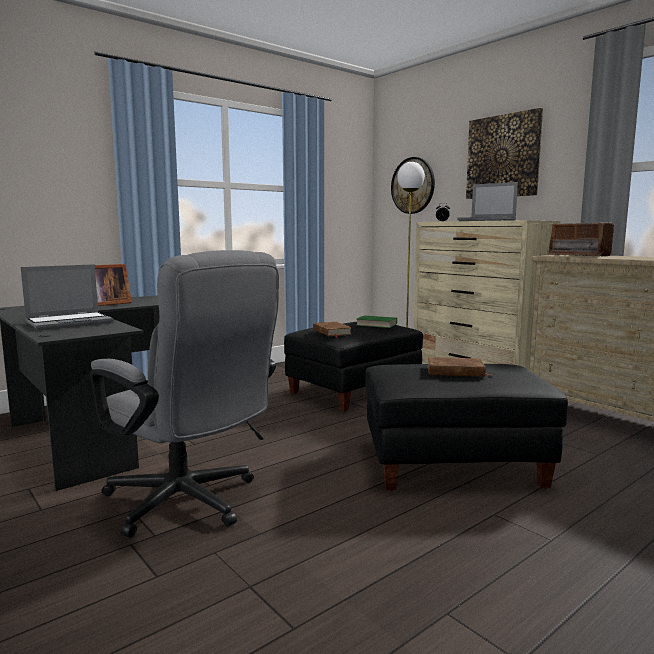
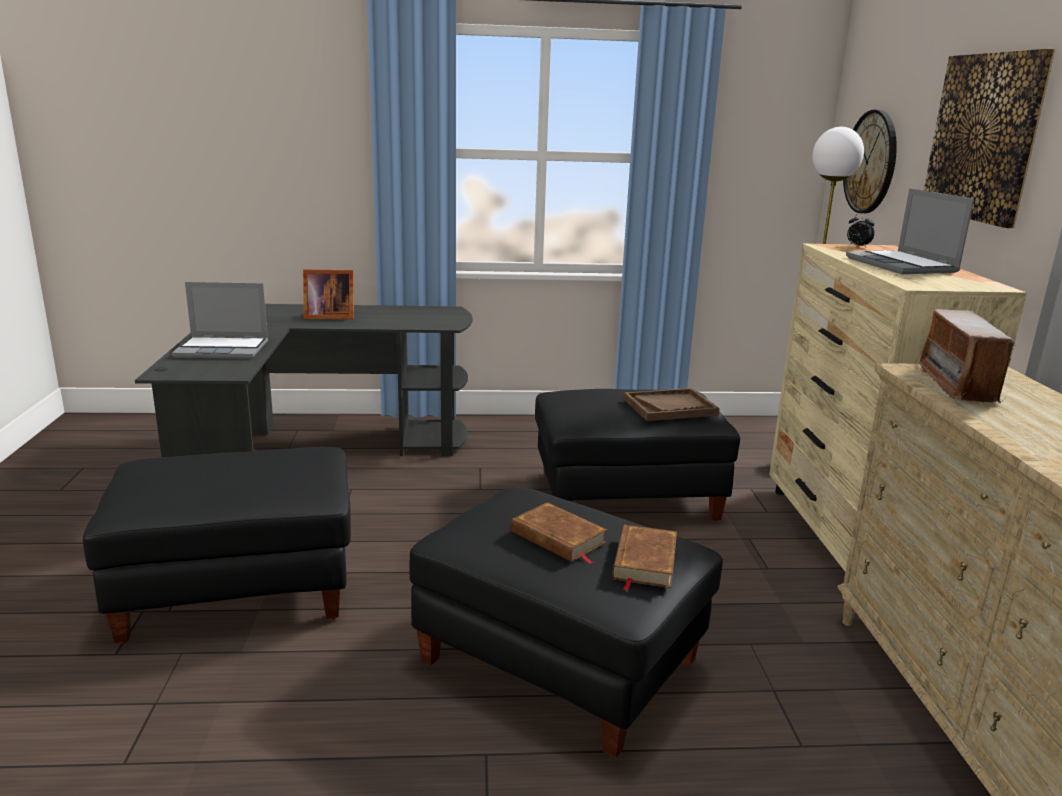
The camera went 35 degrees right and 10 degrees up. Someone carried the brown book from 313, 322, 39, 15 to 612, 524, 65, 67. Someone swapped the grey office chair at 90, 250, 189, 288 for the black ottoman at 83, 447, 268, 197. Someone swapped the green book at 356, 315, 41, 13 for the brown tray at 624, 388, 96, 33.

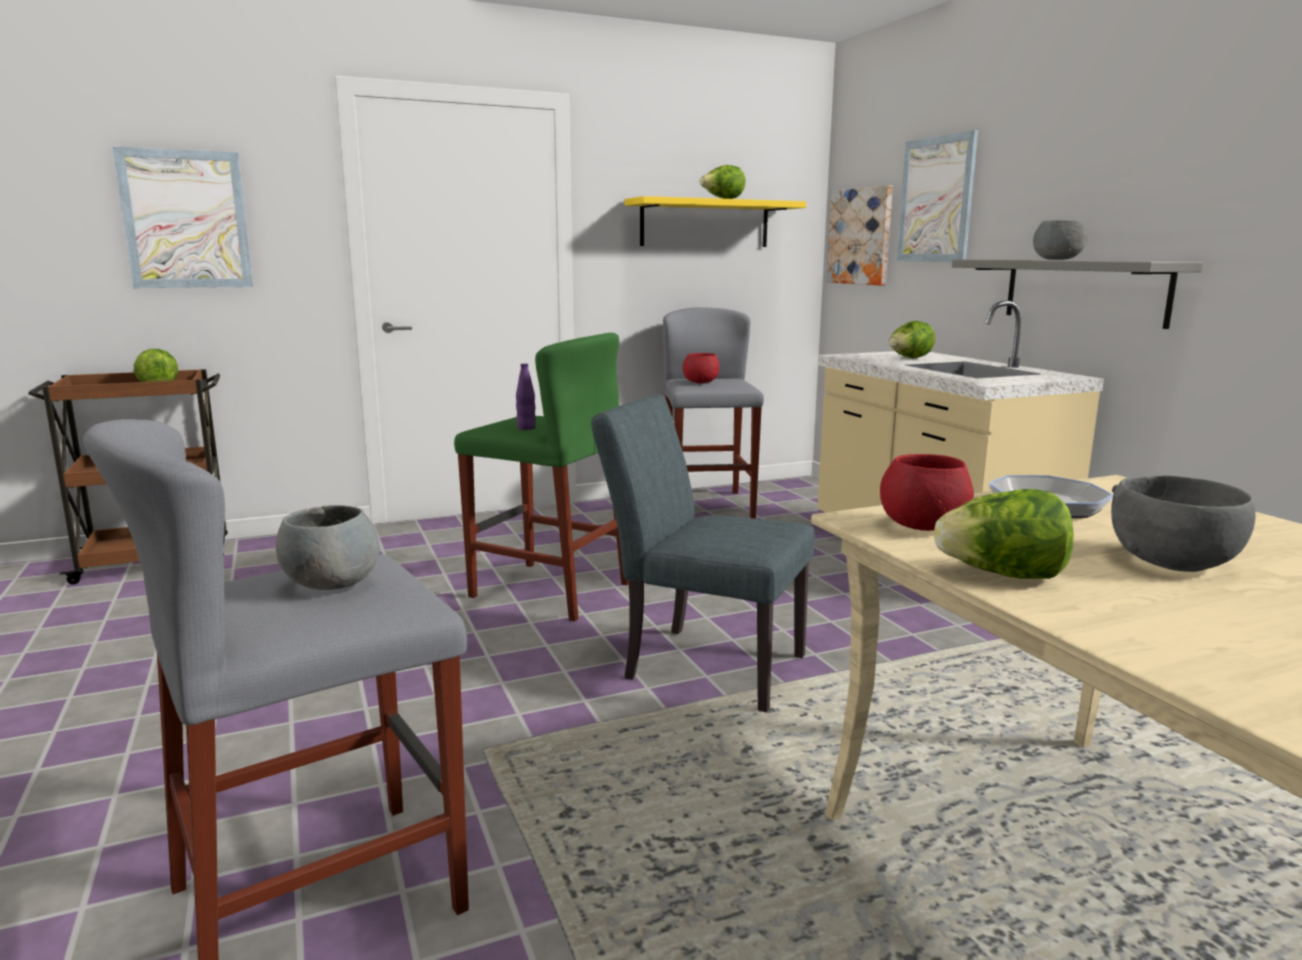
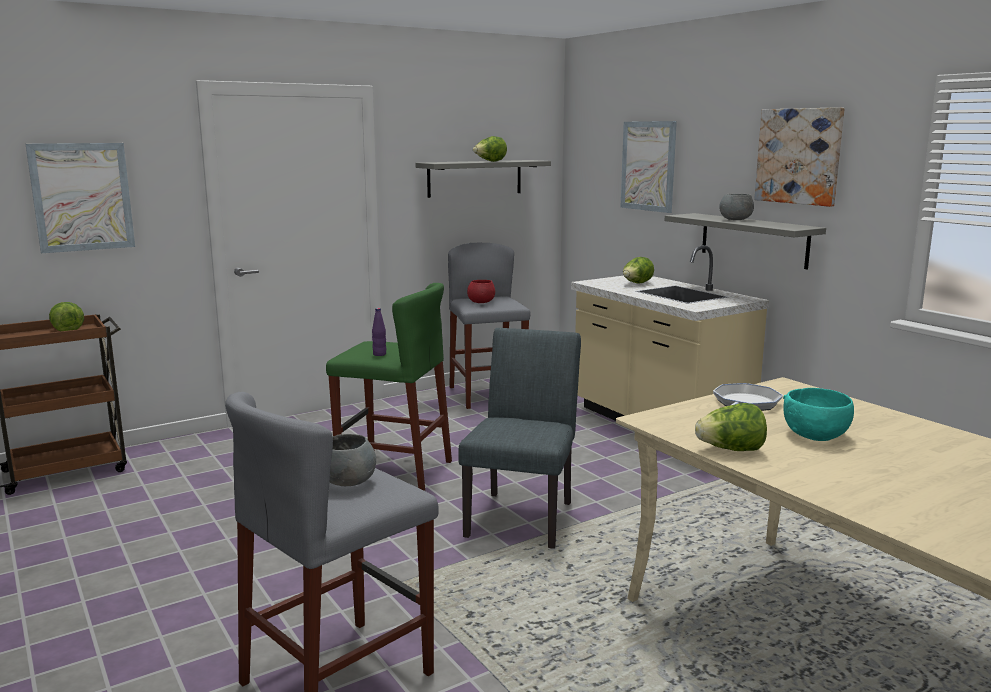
The camera went 10 degrees left and 0 degrees up. Someone took away the red bowl at 880, 454, 94, 77. Someone carried the picture from 826, 185, 67, 100 to 754, 107, 91, 100. Someone repainted the yellow shelf at 624, 196, 182, 51, which became the grey shelf at 415, 160, 136, 38. Someone repainted the grey bowl at 1111, 475, 145, 97, which became the turquoise bowl at 783, 388, 71, 53. Someone rotated the grey chair at 591, 395, 224, 318 by 90 degrees clockwise.

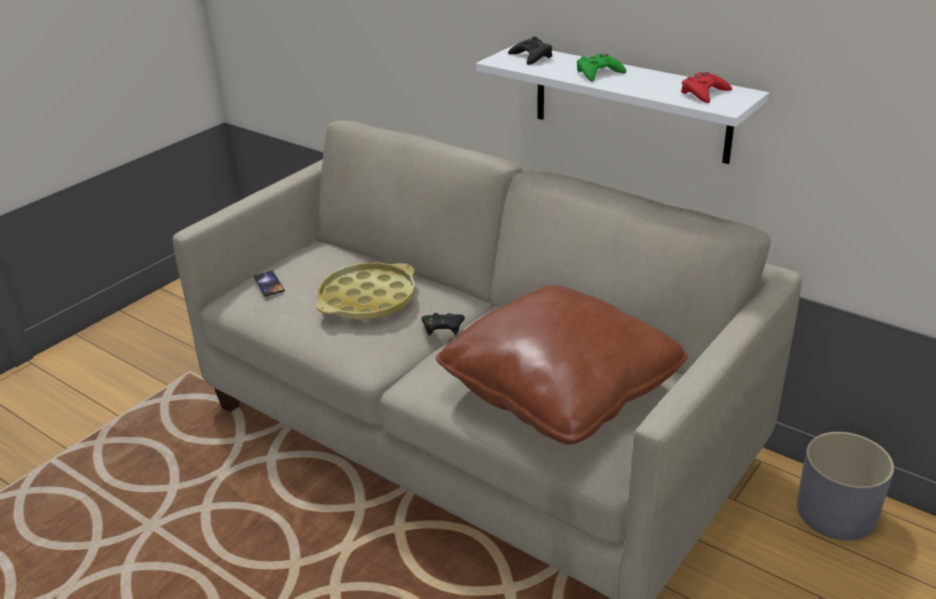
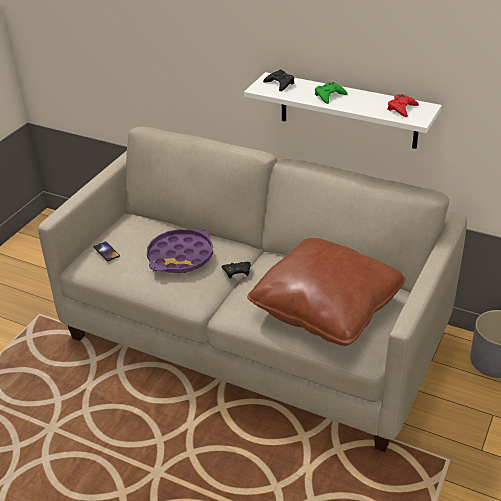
The camera went 10 degrees left and 5 degrees up. Someone repainted the yellow tray at 316, 262, 99, 59, which became the purple tray at 147, 228, 66, 45.

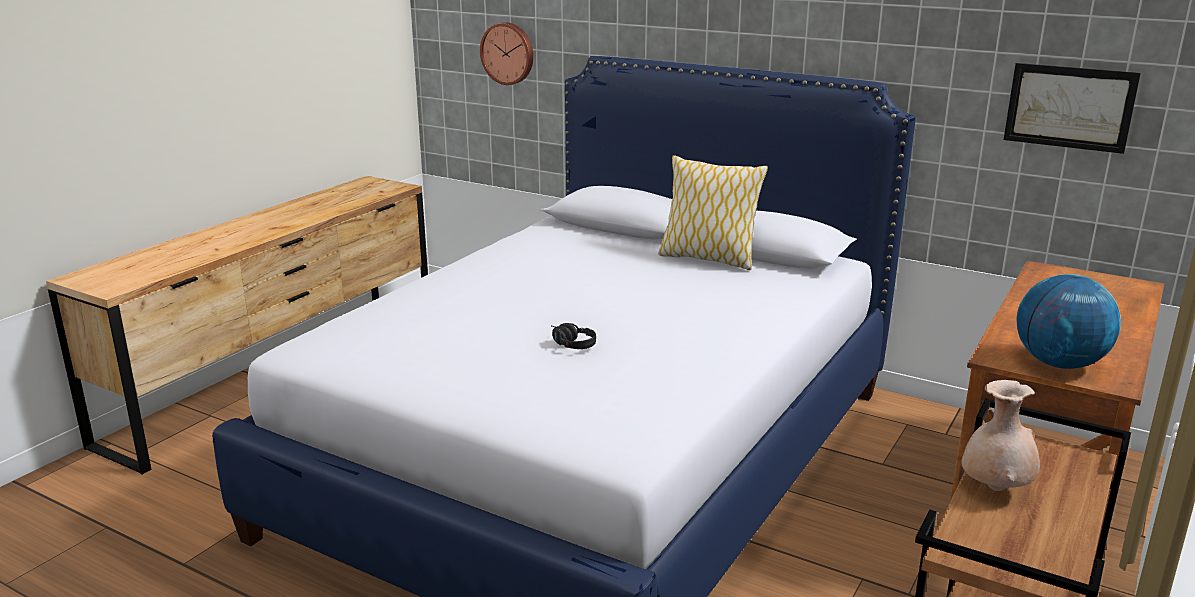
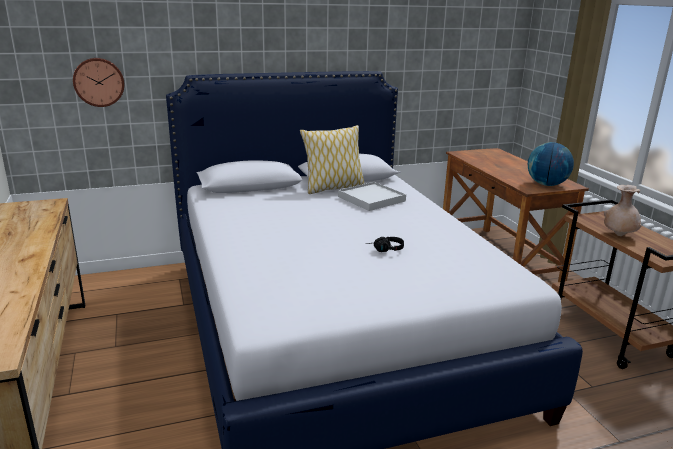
The camera went 50 degrees left and 0 degrees up. Someone took away the picture at 1004, 63, 137, 91. Someone put down the white tray at 338, 182, 68, 29.

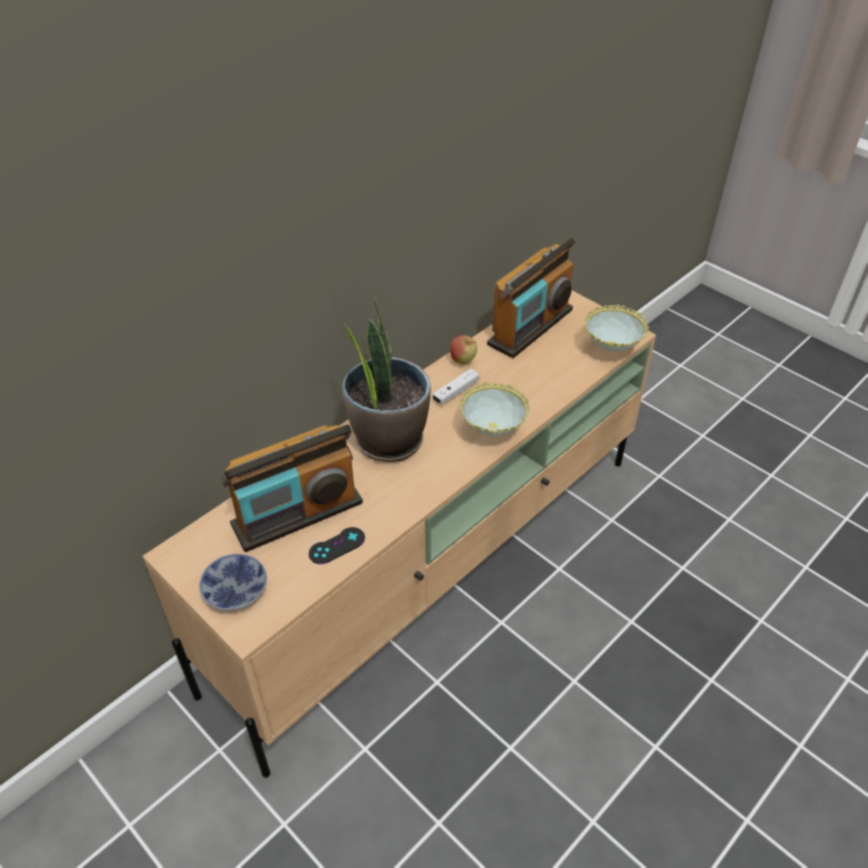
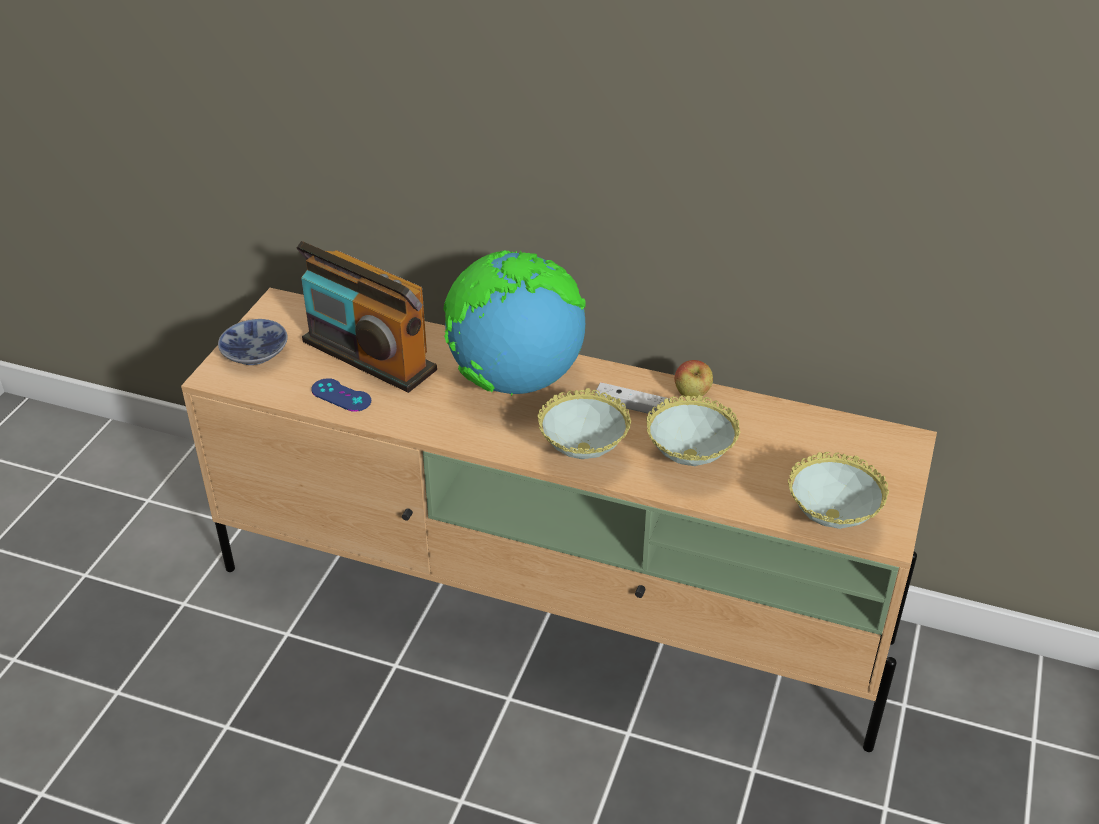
The camera went 65 degrees right and 5 degrees down. Someone took away the radio at 487, 238, 88, 120. Someone put down the bowl at 646, 395, 94, 71. Someone swapped the potted plant at 339, 298, 92, 164 for the globe at 443, 250, 143, 146. Someone repainted the black game controller at 309, 527, 56, 37, which became the blue game controller at 311, 378, 60, 34.

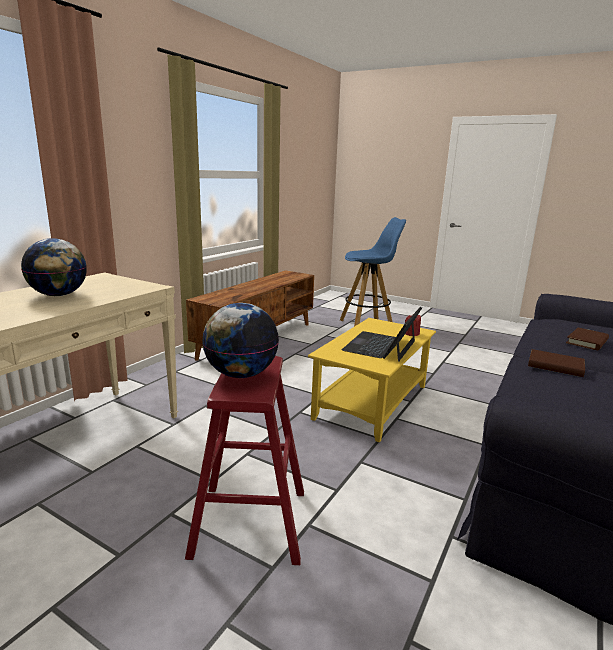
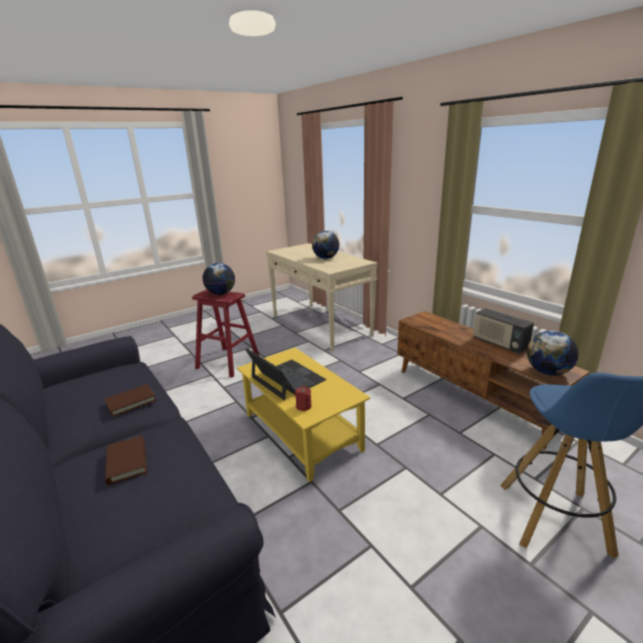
The camera went 115 degrees right and 5 degrees up. Someone put down the radio at 473, 308, 61, 46. Someone put down the globe at 527, 331, 52, 45.

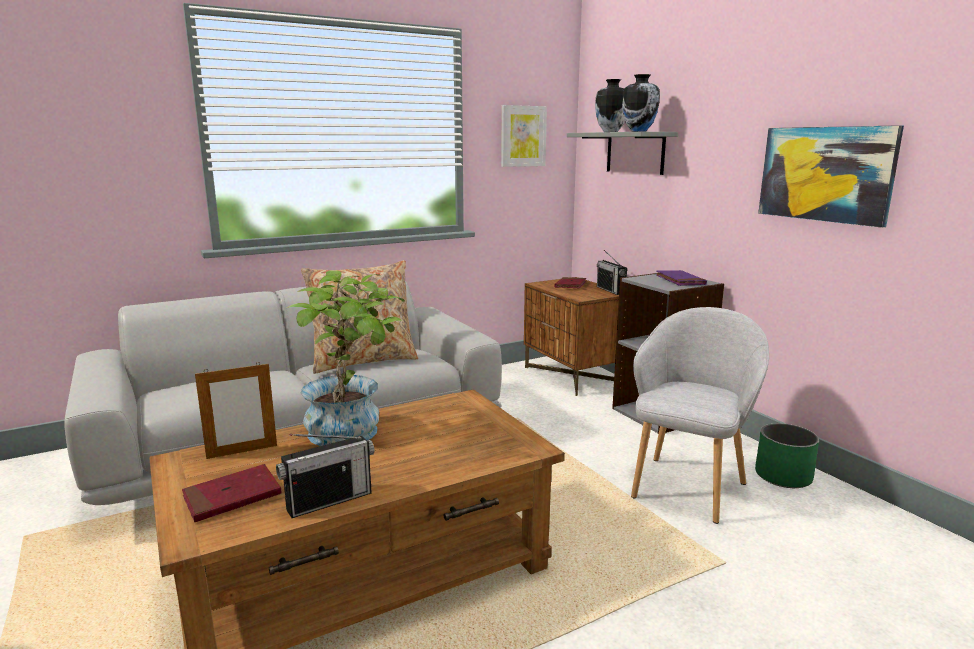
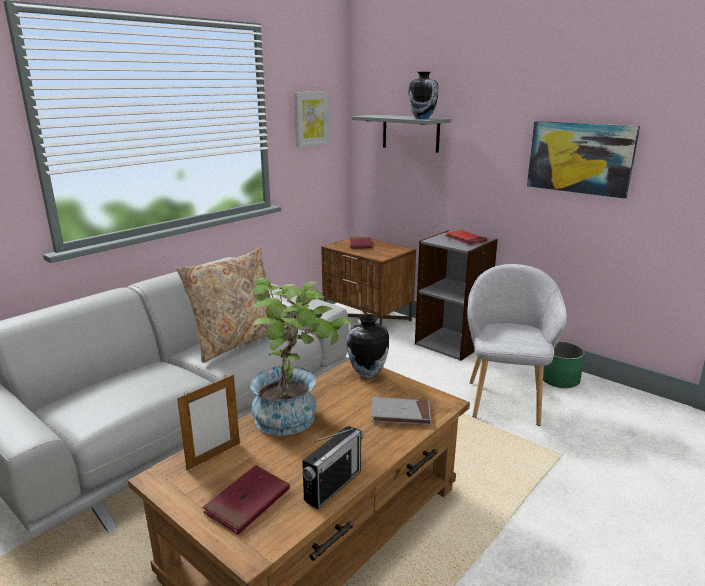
The camera went 20 degrees left and 5 degrees up. Someone took away the radio at 597, 250, 30, 45. Someone put down the grey book at 371, 397, 60, 28. Someone carried the vase from 595, 79, 30, 53 to 347, 314, 42, 64. Someone repainted the purple book at 656, 270, 51, 16, which became the red book at 445, 230, 43, 15.

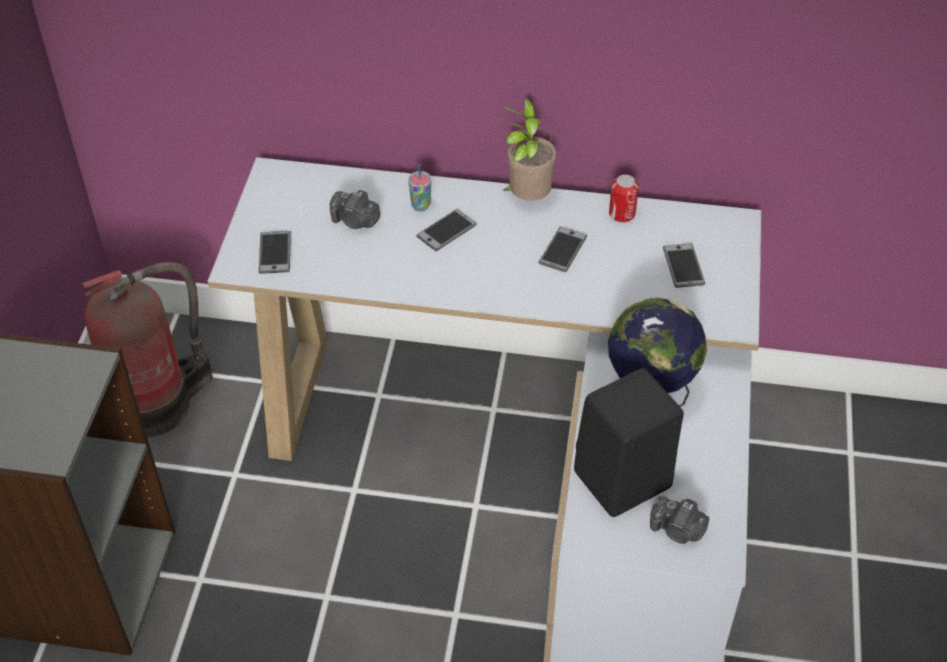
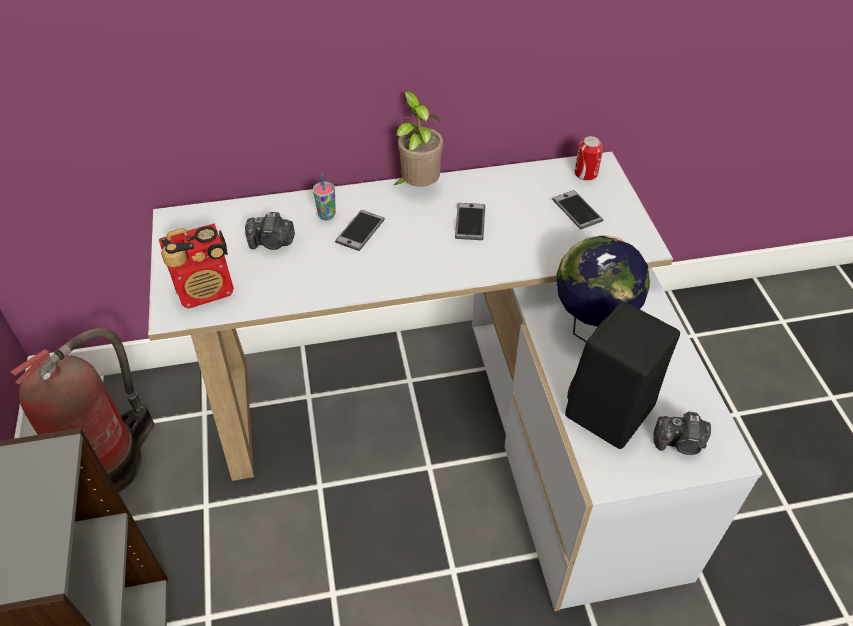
The camera went 20 degrees left and 0 degrees up. Someone carried the can from 609, 175, 30, 47 to 575, 136, 28, 45. Someone swapped the phone at 259, 231, 32, 43 for the radio at 159, 224, 75, 85.

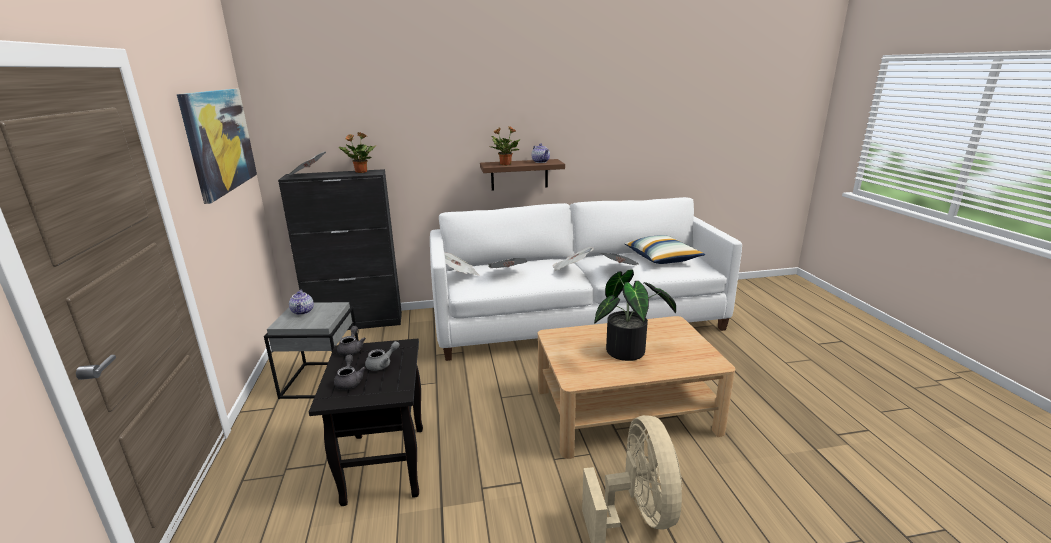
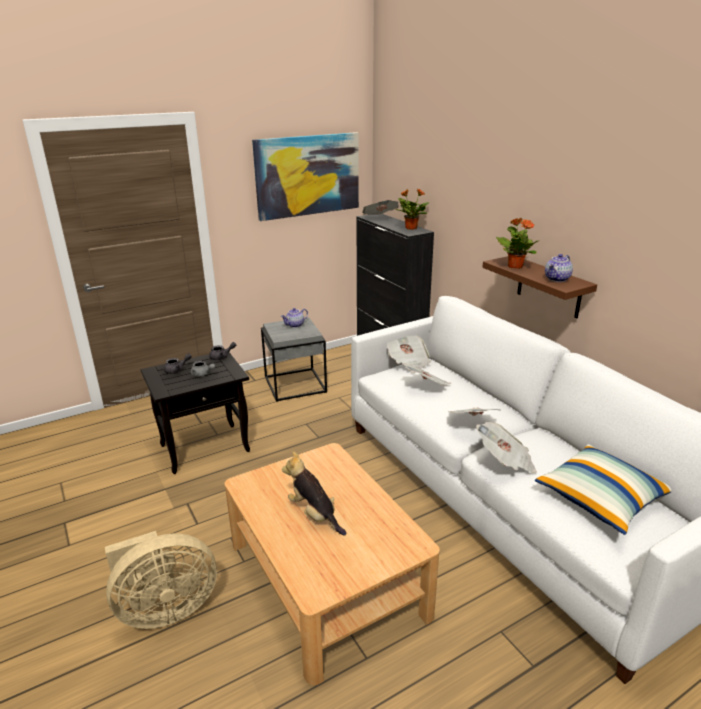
The camera went 70 degrees right and 5 degrees up. Someone swapped the potted plant at 594, 269, 82, 92 for the plush toy at 282, 451, 64, 85.

